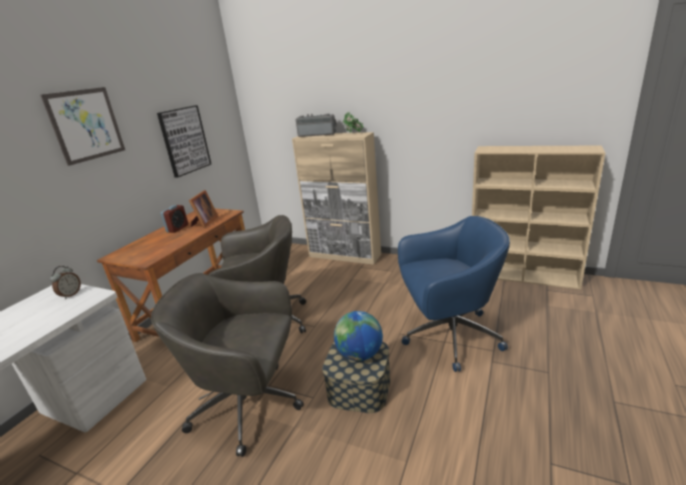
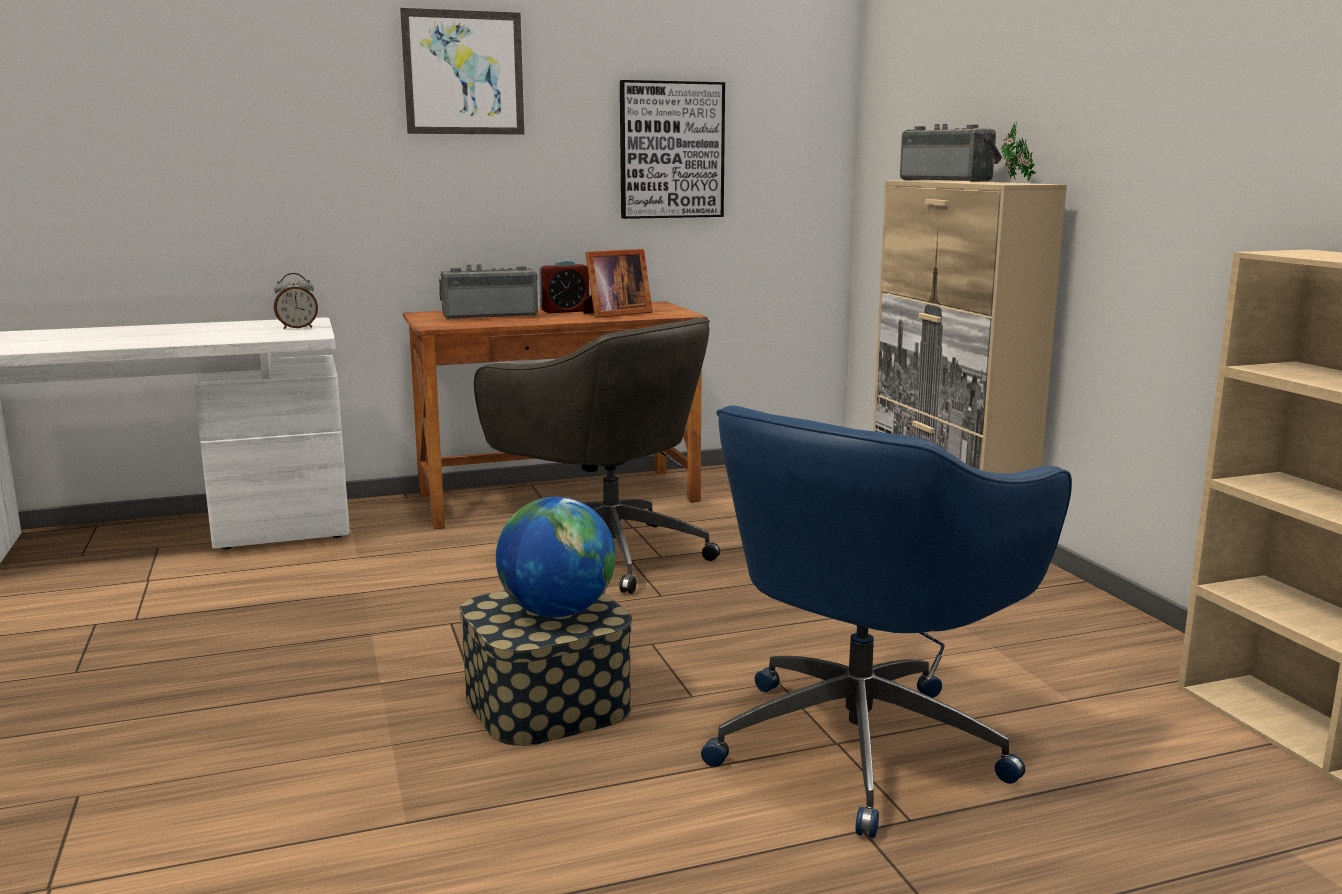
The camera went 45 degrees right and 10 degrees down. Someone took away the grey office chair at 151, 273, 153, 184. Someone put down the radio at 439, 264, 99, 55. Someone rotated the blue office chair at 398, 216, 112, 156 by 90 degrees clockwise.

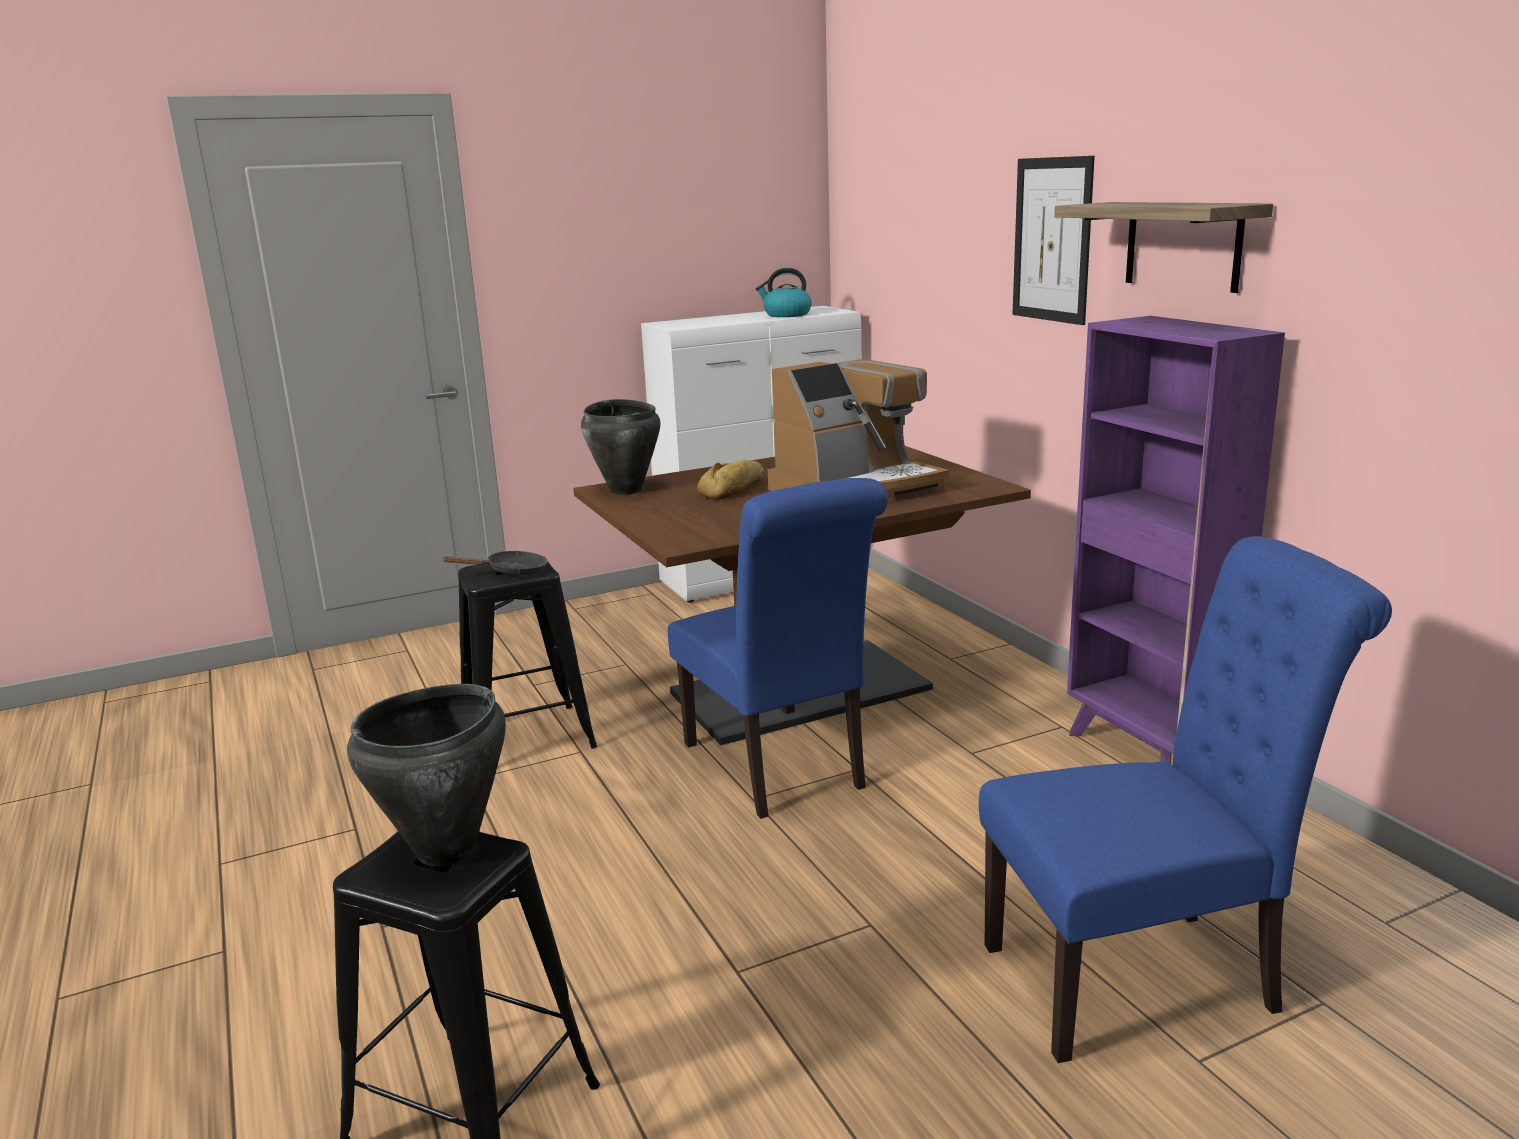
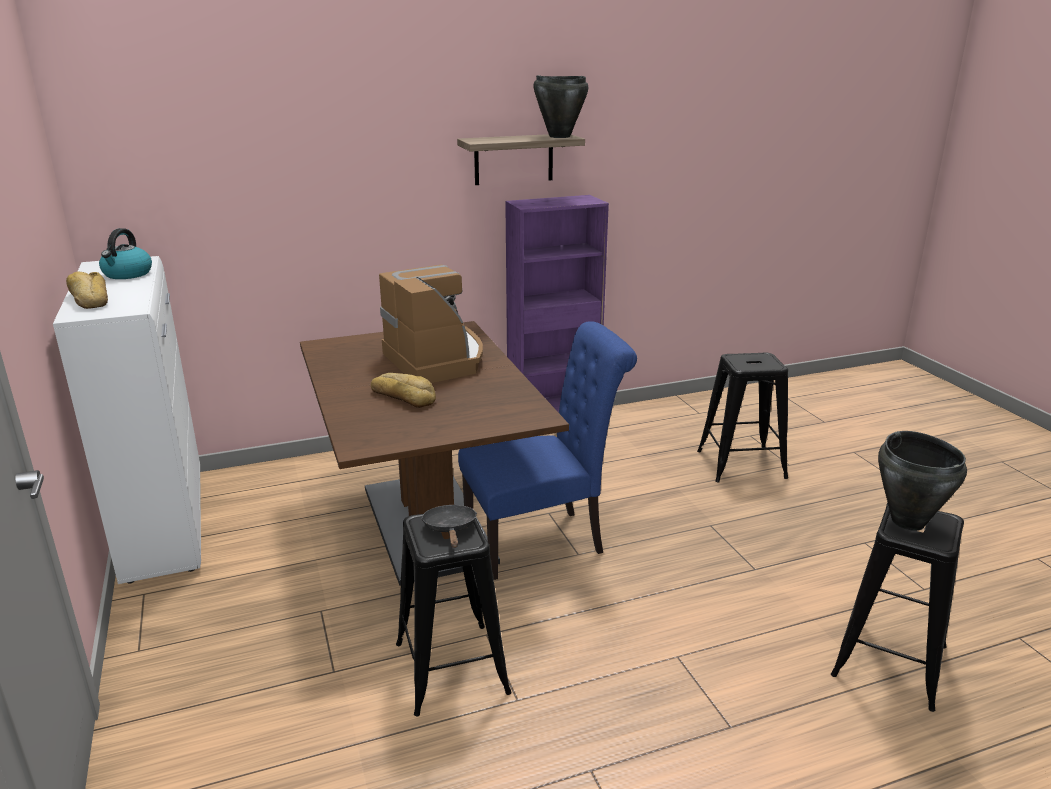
The camera went 85 degrees left and 5 degrees up. Someone took away the picture at 1013, 156, 82, 169. Someone put down the bread at 66, 271, 42, 38. Someone carried the black cooking pot from 581, 399, 80, 96 to 534, 75, 54, 63. Someone swapped the blue chair at 979, 536, 413, 527 for the black stool at 697, 352, 91, 130.

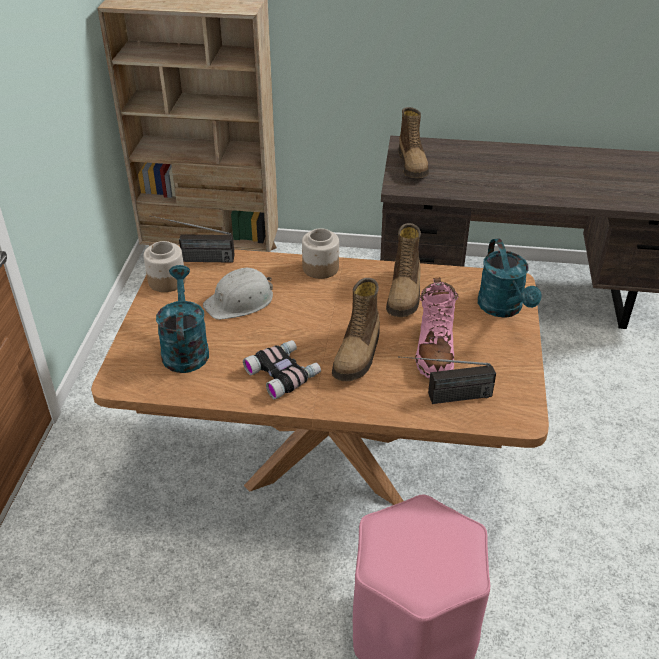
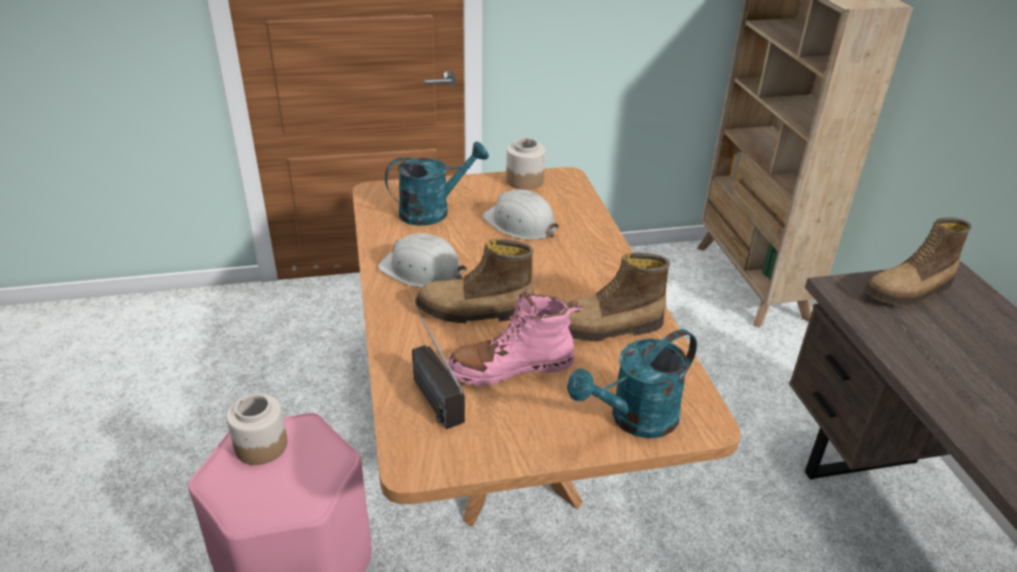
The camera went 70 degrees right and 5 degrees down. Someone took away the radio at 150, 215, 85, 48. Someone carried the jar from 302, 228, 37, 51 to 226, 394, 61, 71. Someone swapped the binoculars at 243, 340, 78, 60 for the white hard hat at 378, 233, 89, 55.

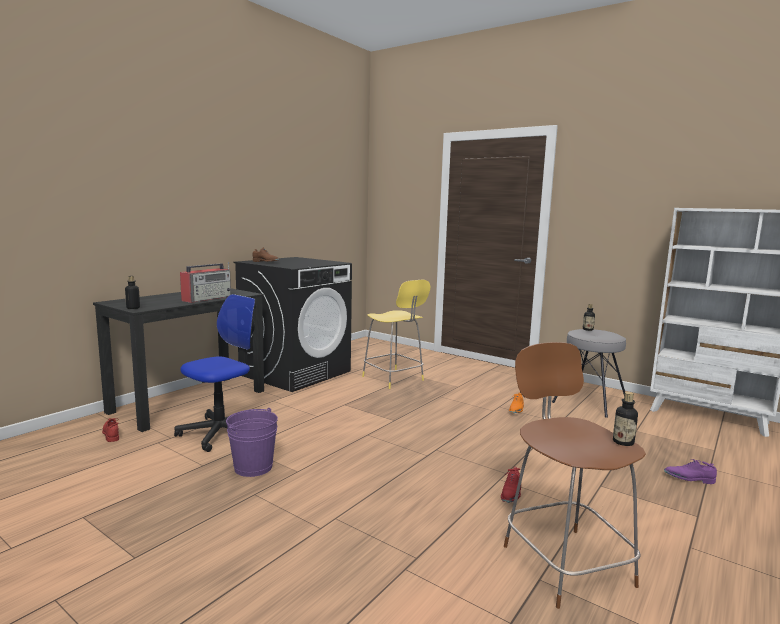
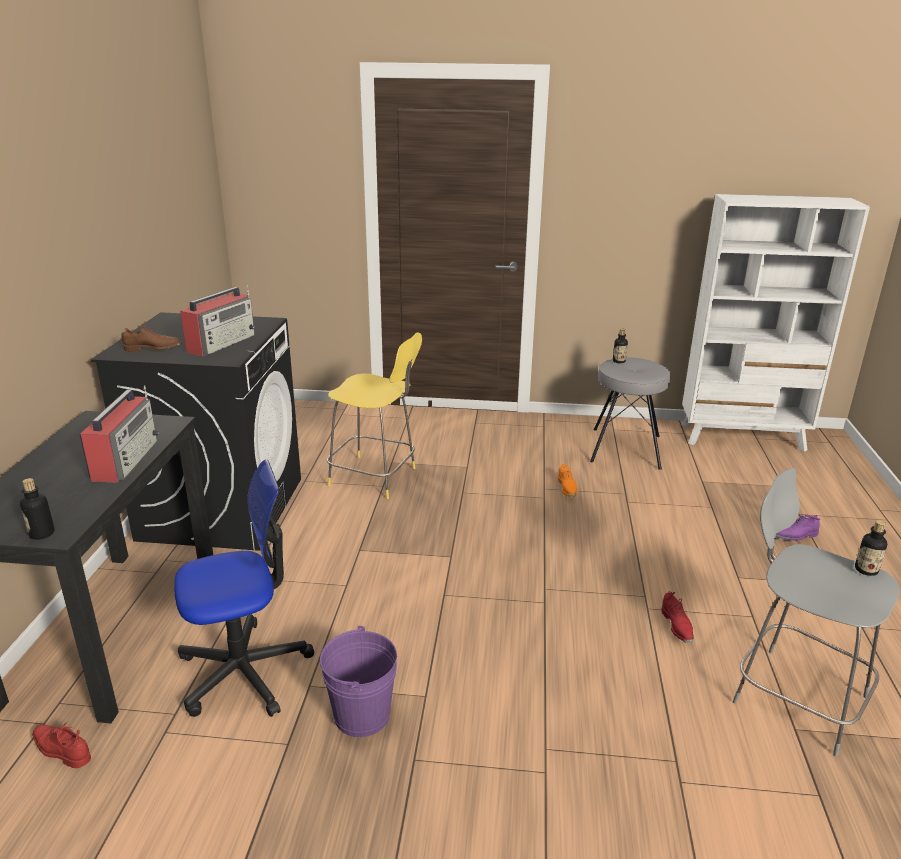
The camera went 30 degrees left and 15 degrees up. Someone put down the radio at 180, 285, 75, 72. Someone repainted the brown stool at 504, 342, 142, 267, which became the grey stool at 733, 468, 166, 289. Someone rotated the office chair at 174, 294, 81, 158 by 60 degrees clockwise.

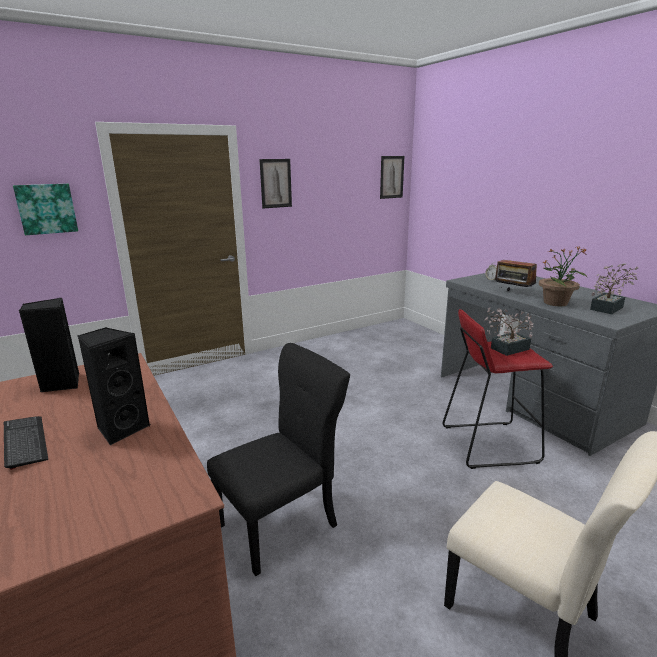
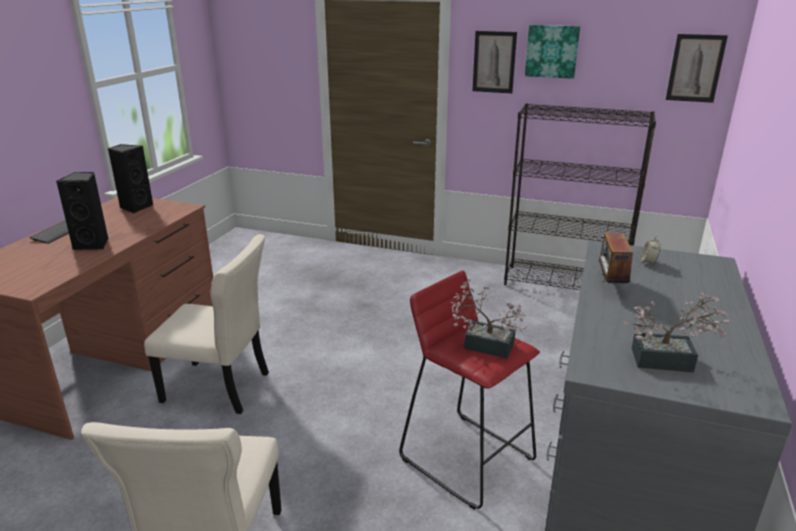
The camera went 50 degrees right and 5 degrees up. Someone took away the potted plant at 539, 245, 48, 61. Someone put down the black bookcase at 504, 103, 152, 187. Someone carried the picture from 13, 184, 65, 51 to 525, 25, 55, 54. Someone repainted the black chair at 207, 343, 143, 233, which became the beige chair at 144, 234, 125, 180.

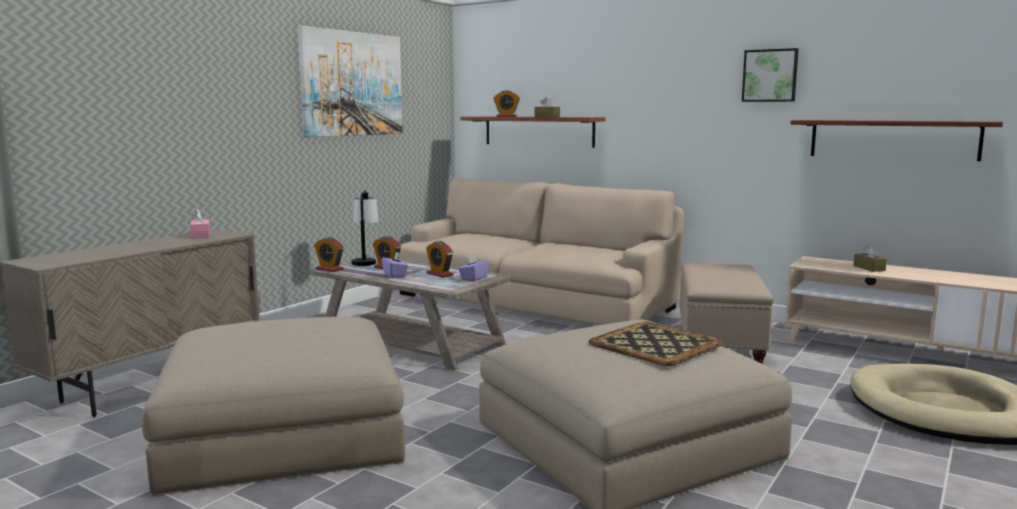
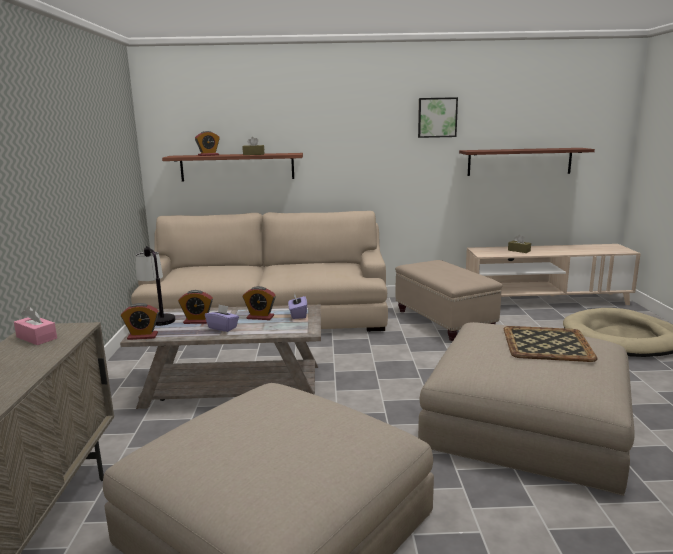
The camera went 35 degrees left and 5 degrees up. Someone took away the picture at 298, 26, 105, 111.

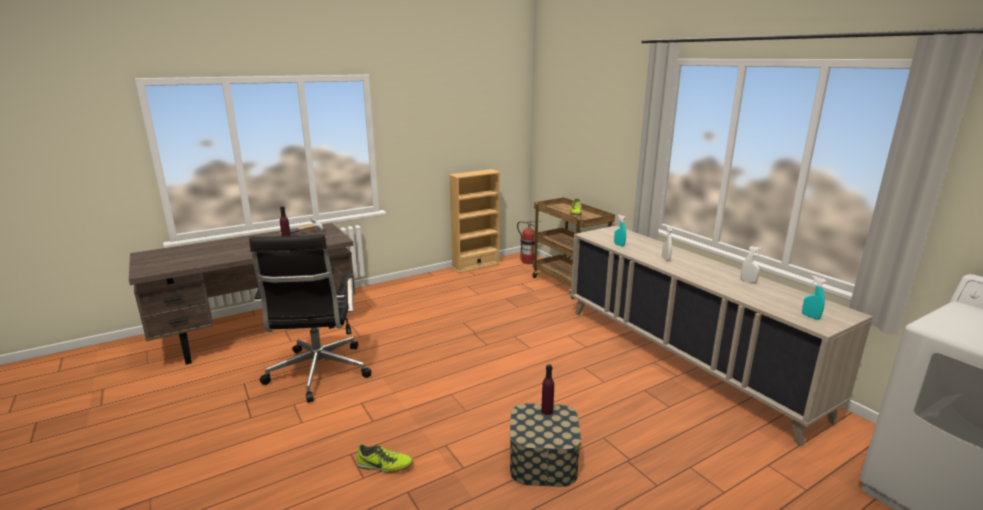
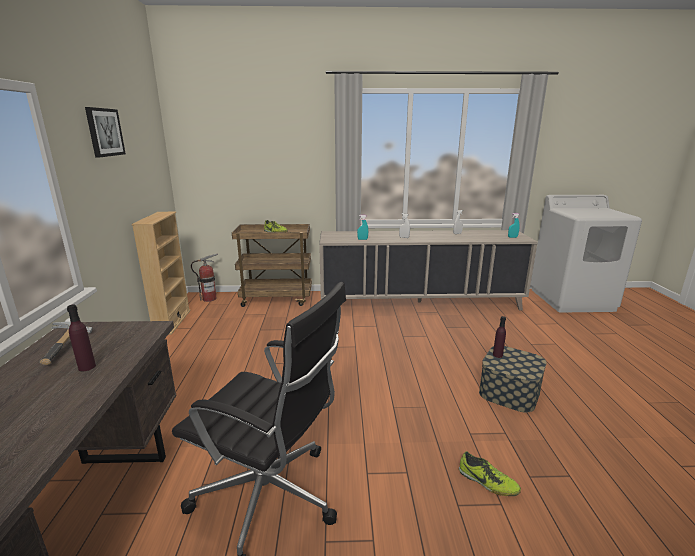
The camera went 60 degrees left and 0 degrees up. Someone put up the picture at 85, 107, 41, 50. Someone rotated the shoe at 357, 444, 56, 29 by 90 degrees clockwise.

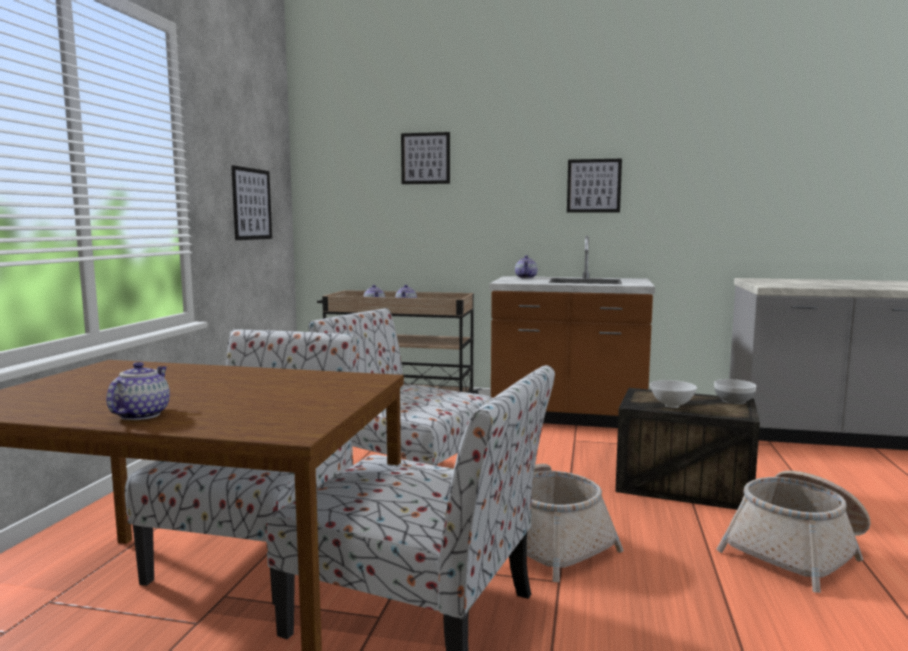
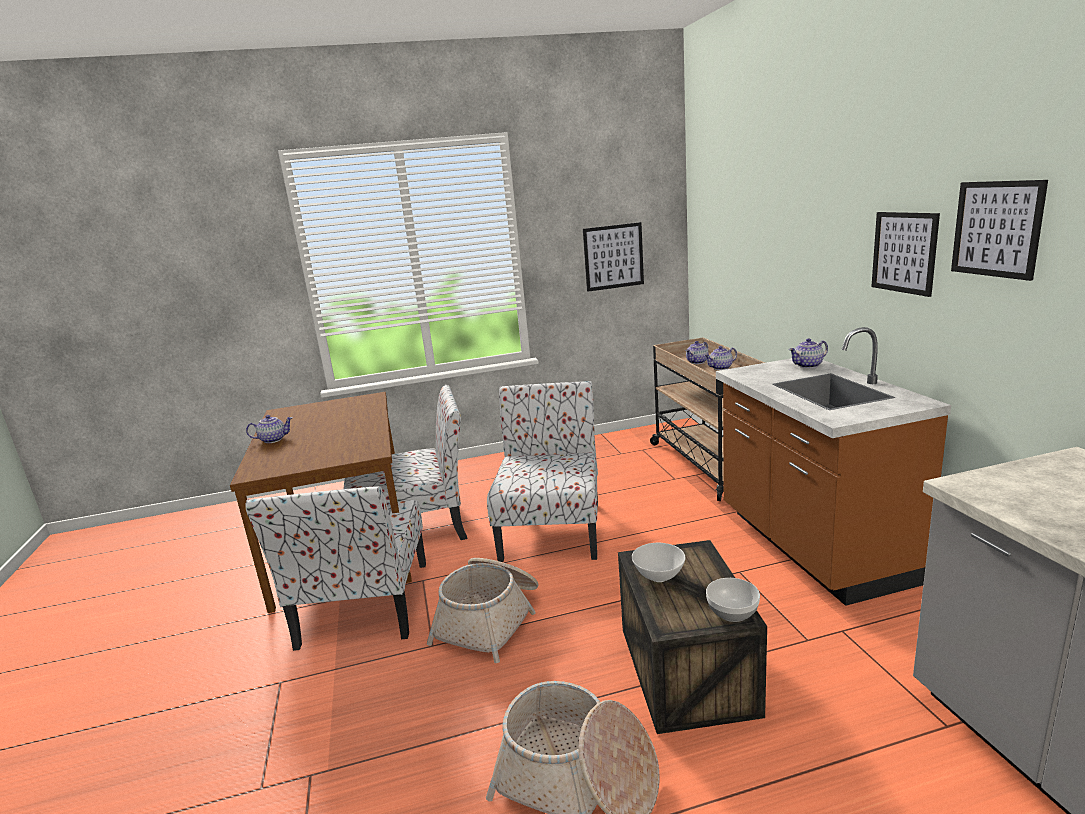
The camera went 65 degrees right and 10 degrees up. Someone carried the picture from 401, 132, 49, 52 to 951, 180, 97, 101.

